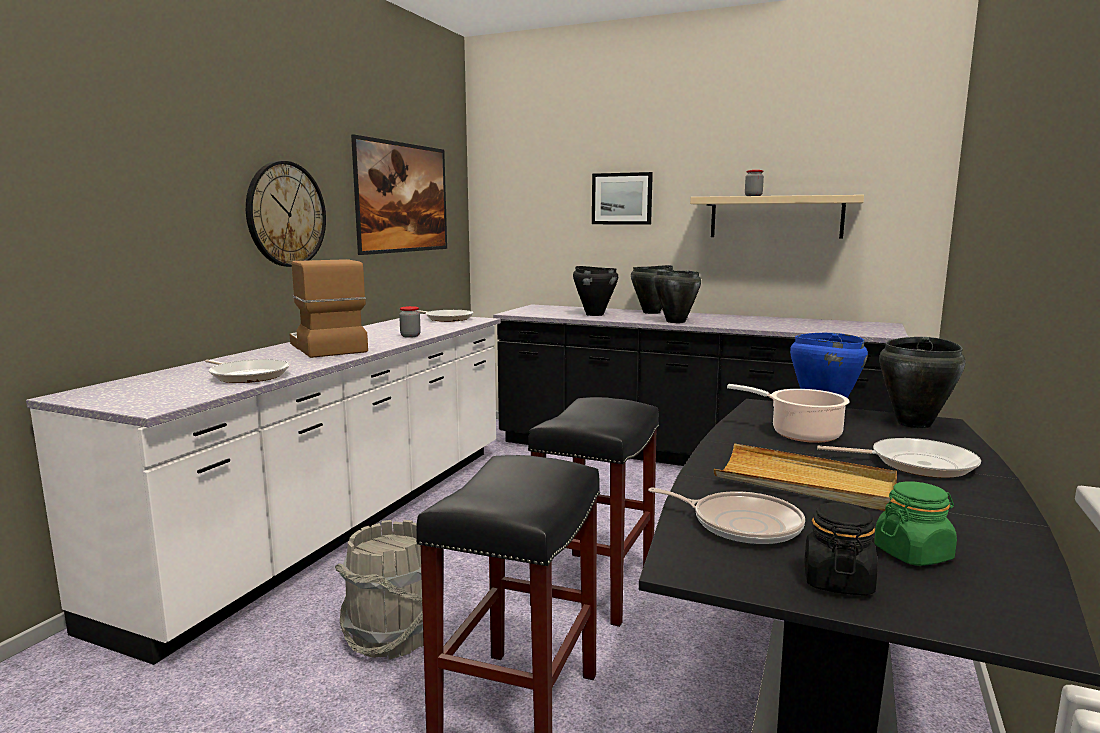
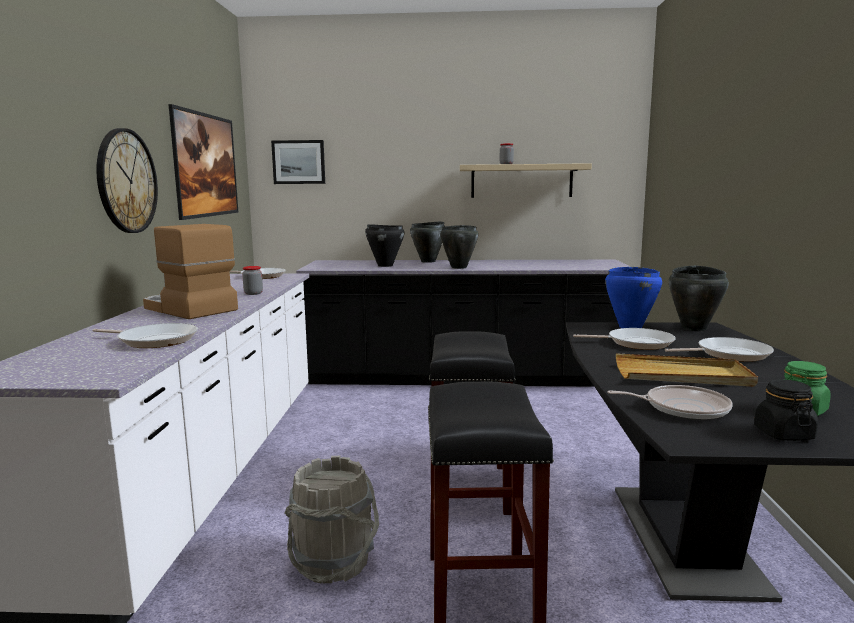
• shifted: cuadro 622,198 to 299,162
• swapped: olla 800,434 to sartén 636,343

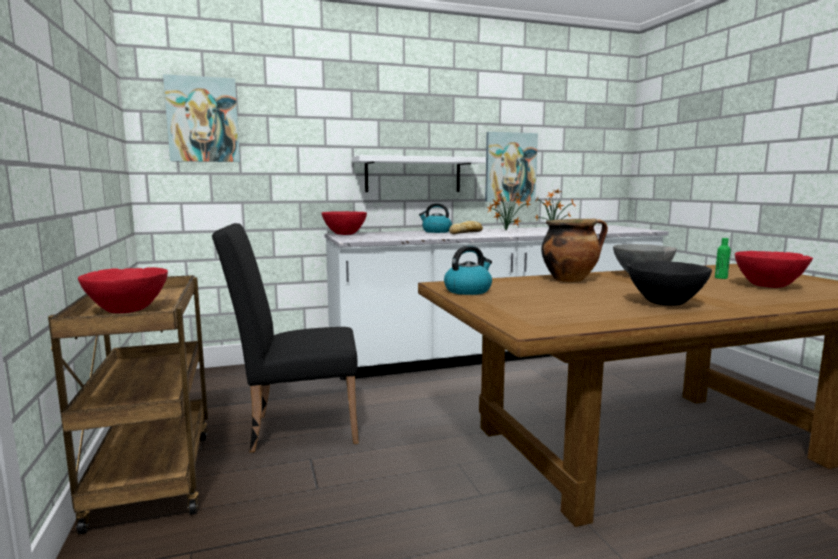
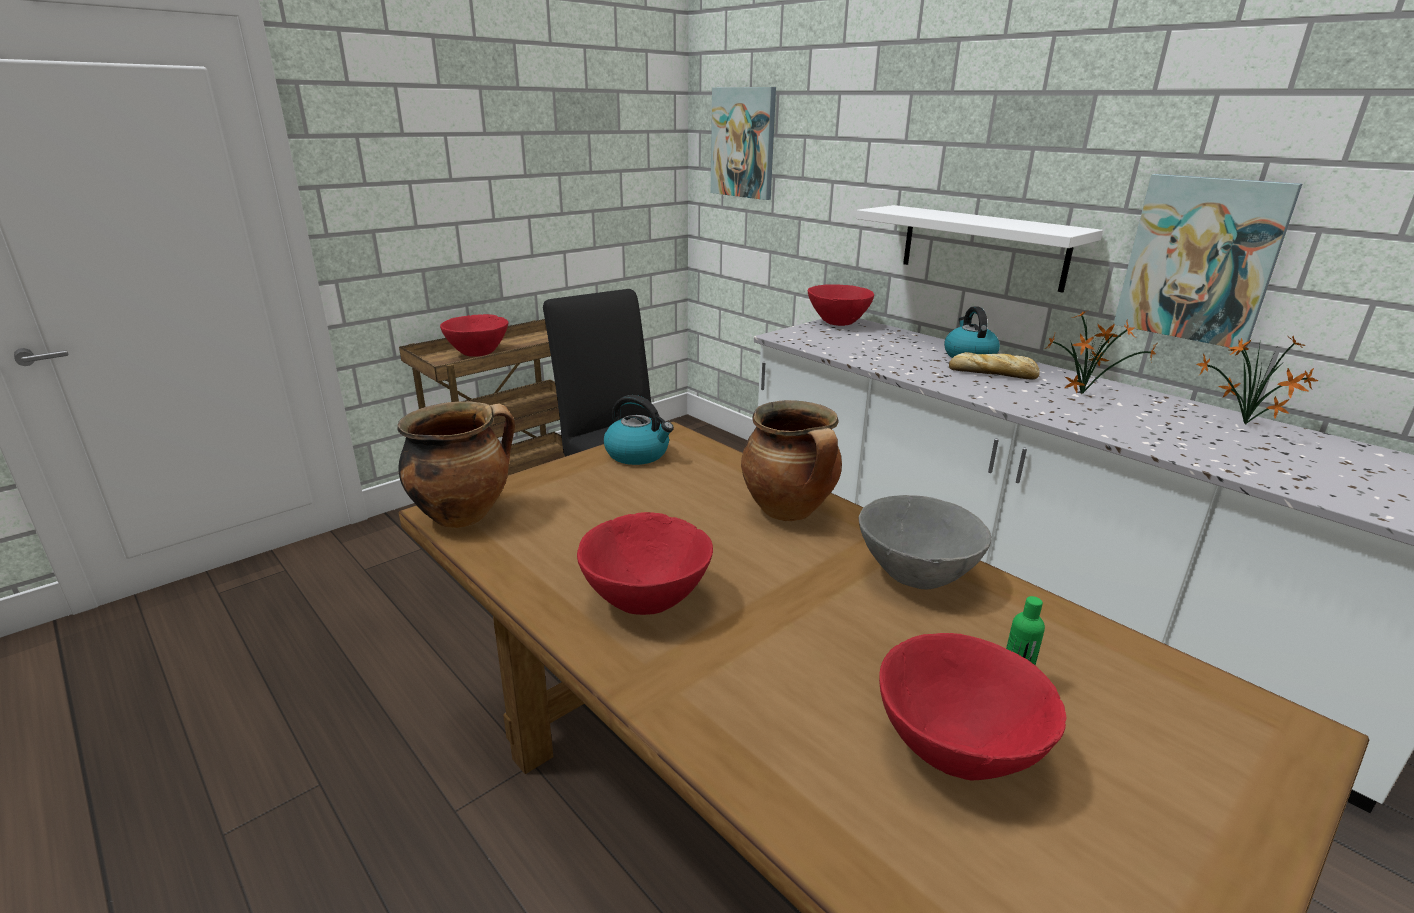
• repainted: cuenco/negro 665,303 to cuenco/rojo 646,601
• new: olla 464,514

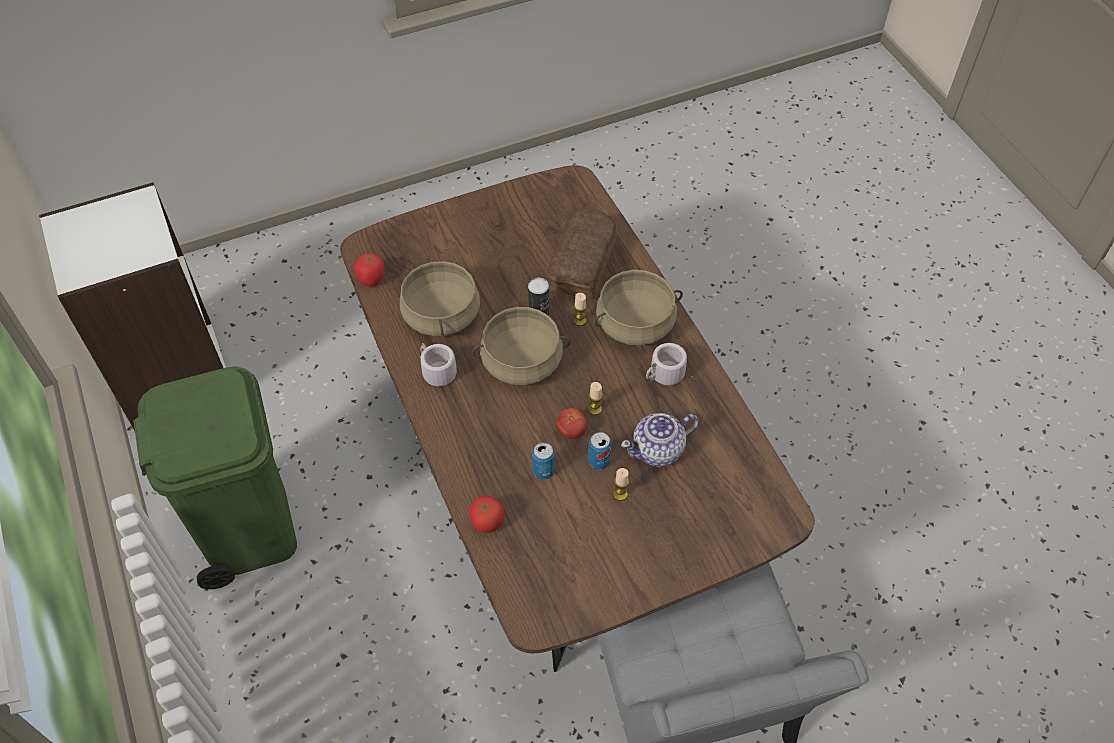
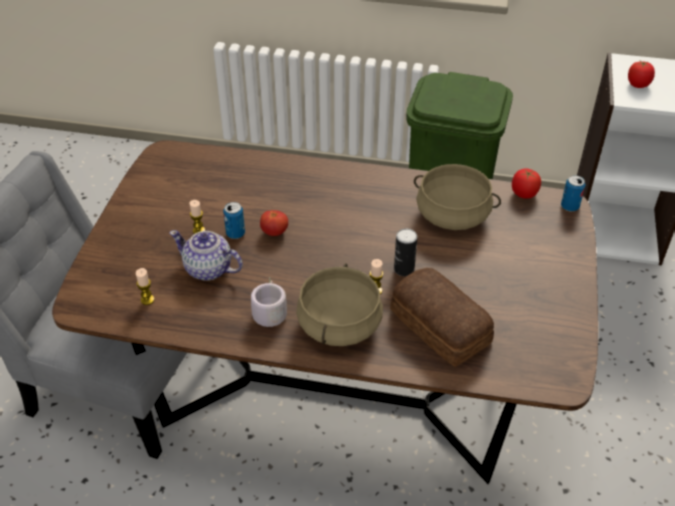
• gone: taza grande/gris 435,372
• shifted: tomate 487,522 to 638,85
• gone: olla/beis 521,362
• shifted: lata 543,471 to 569,206
• shifted: vela 595,409 to 147,300
• rotated: tetera 659,450 = 208,269 75 degrees counterclockwise

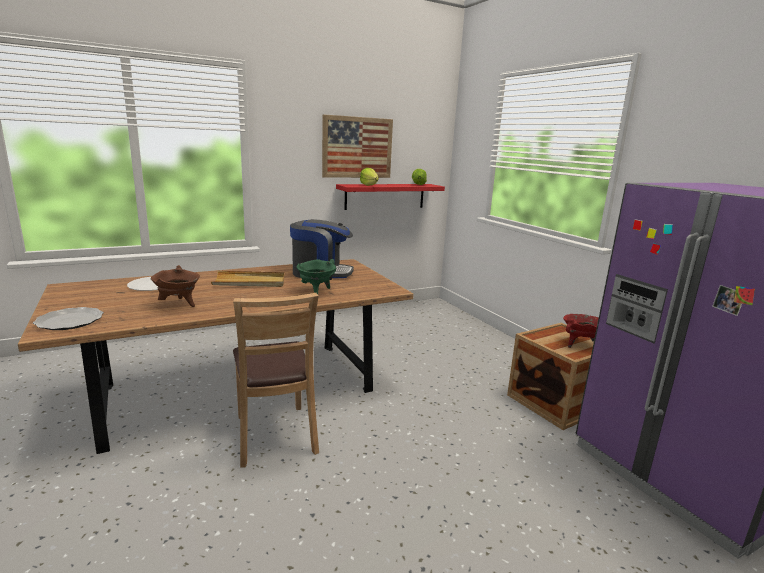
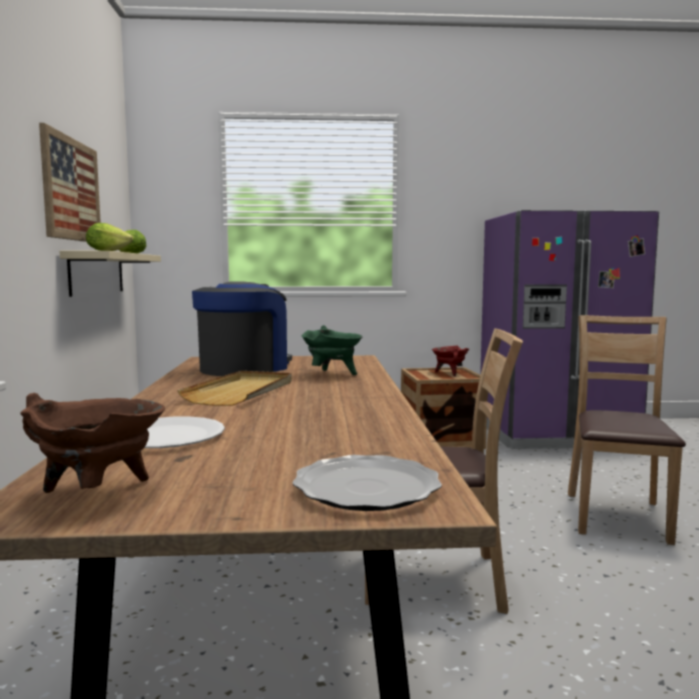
• shifted: olla/marrón 179,304 to 98,494
• repainted: estante/rojo 385,196 to estante/beis 97,273
• new: silla/marrón 617,516

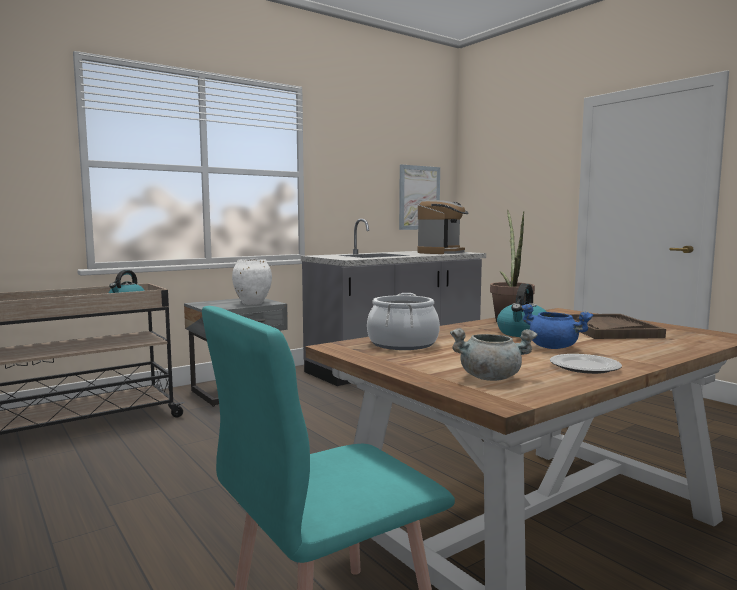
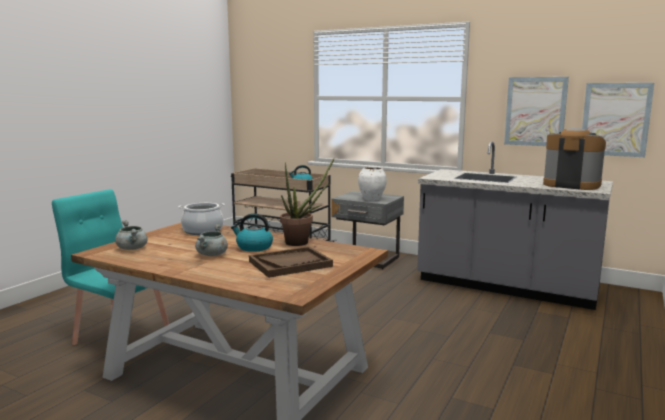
• rotated: cafetera 441,252 = 571,185 150 degrees counterclockwise
• repainted: olla/azul 554,347 to olla/gris 212,255
• gone: plato 584,367
• new: cuadro 535,111

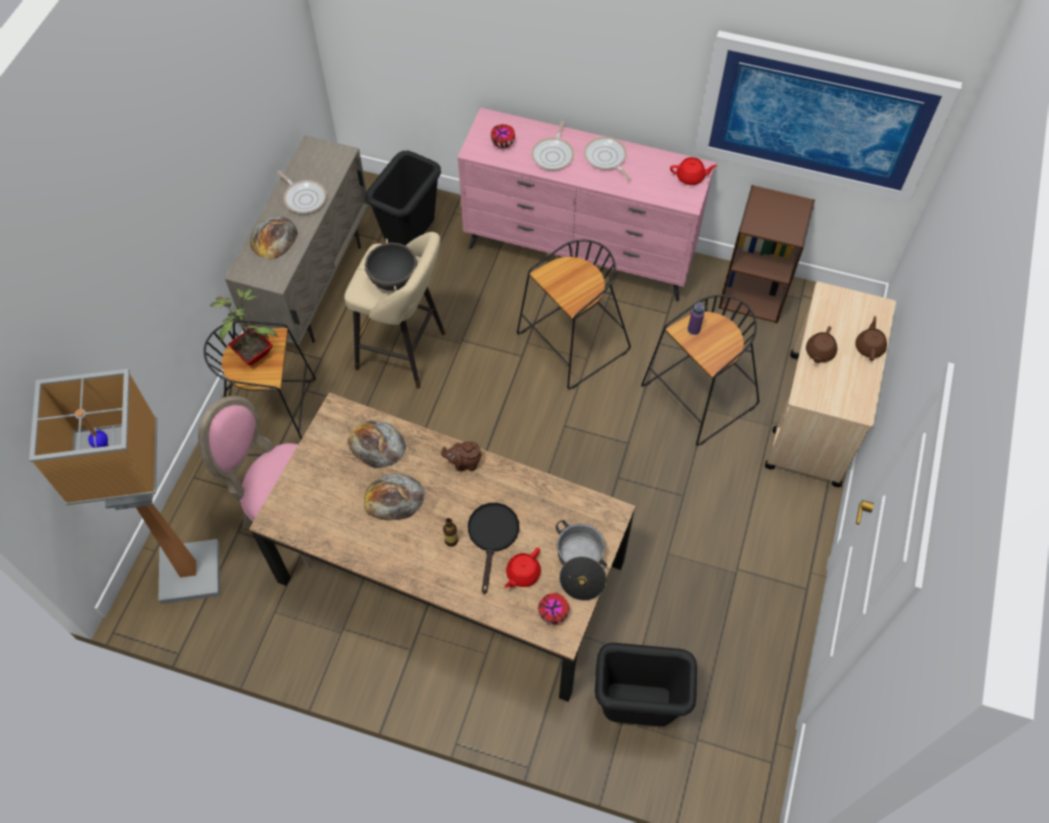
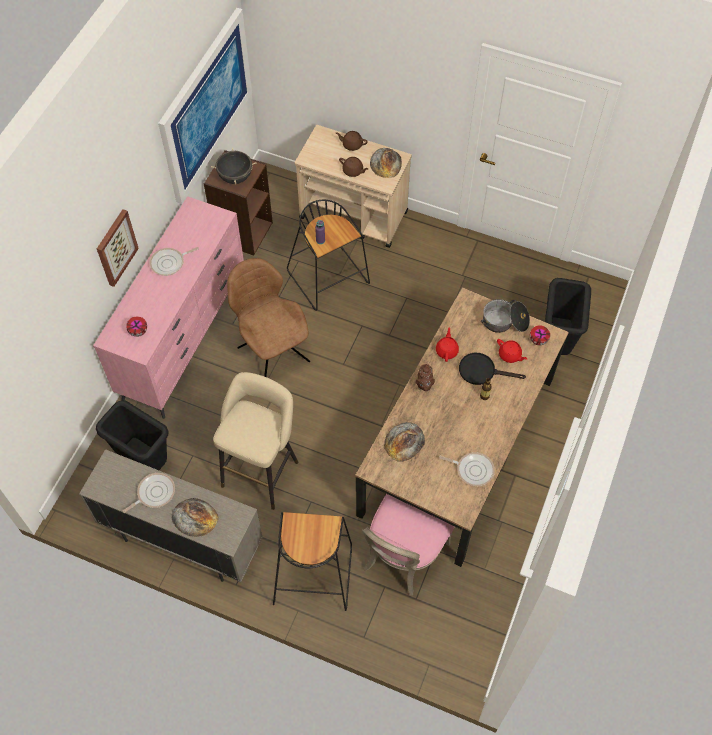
• gone: lámpara de pie 189,571
• gone: planta en maceta 255,353
• shifted: olla/negro 393,280 to 235,177
• shifted: pan 393,497 to 386,163
• swapped: taburete/negro 572,344 to silla/marrón 272,352
• shifted: sartén 553,155 to 472,469
• shifted: tetera/rojo 690,177 to 447,350
• new: cuadro 116,247

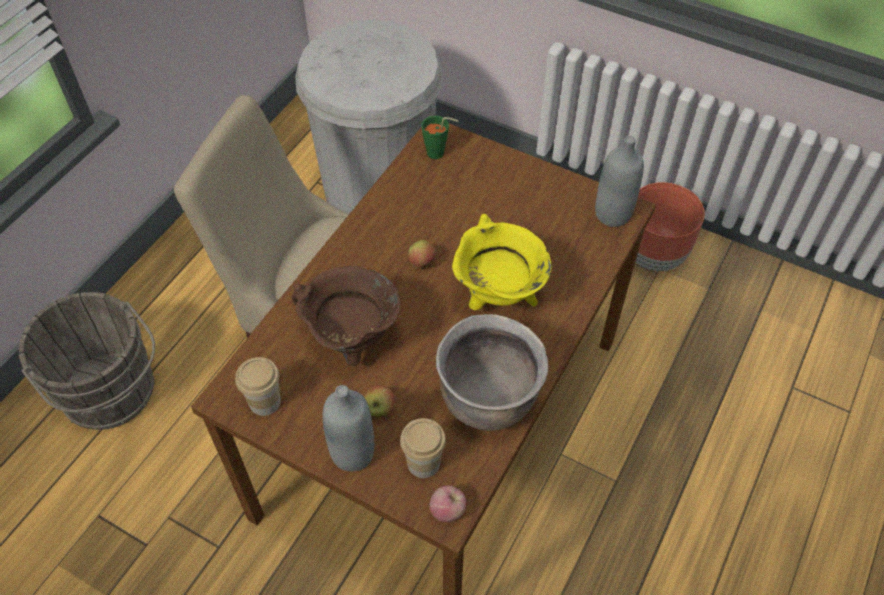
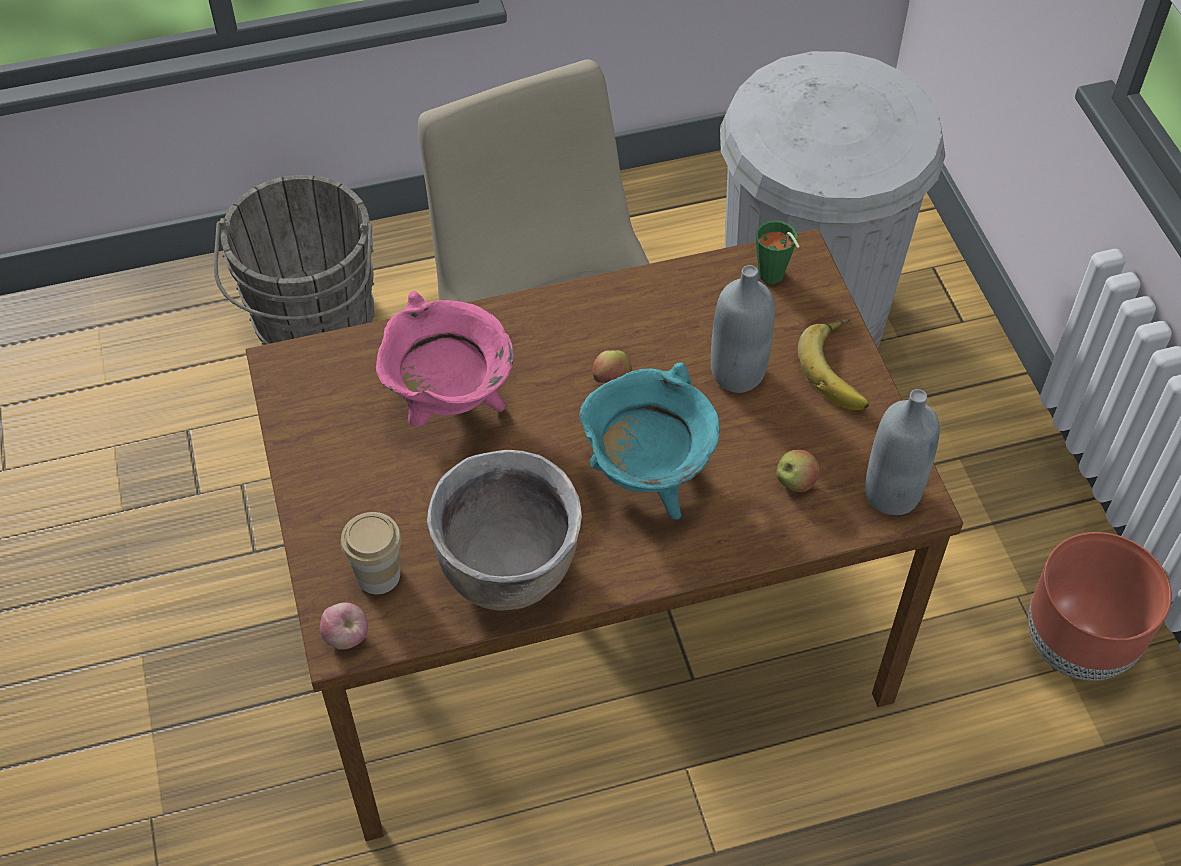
• gone: taza 265,402
• repainted: olla/marrón 352,341 to olla/rosa 450,405
• shifted: botella/gris 353,453 to 737,373
• shifted: manzana 379,409 to 795,482
• repainted: olla/amarillo 498,297 to olla/turquesa 648,479
• new: plátano 842,369

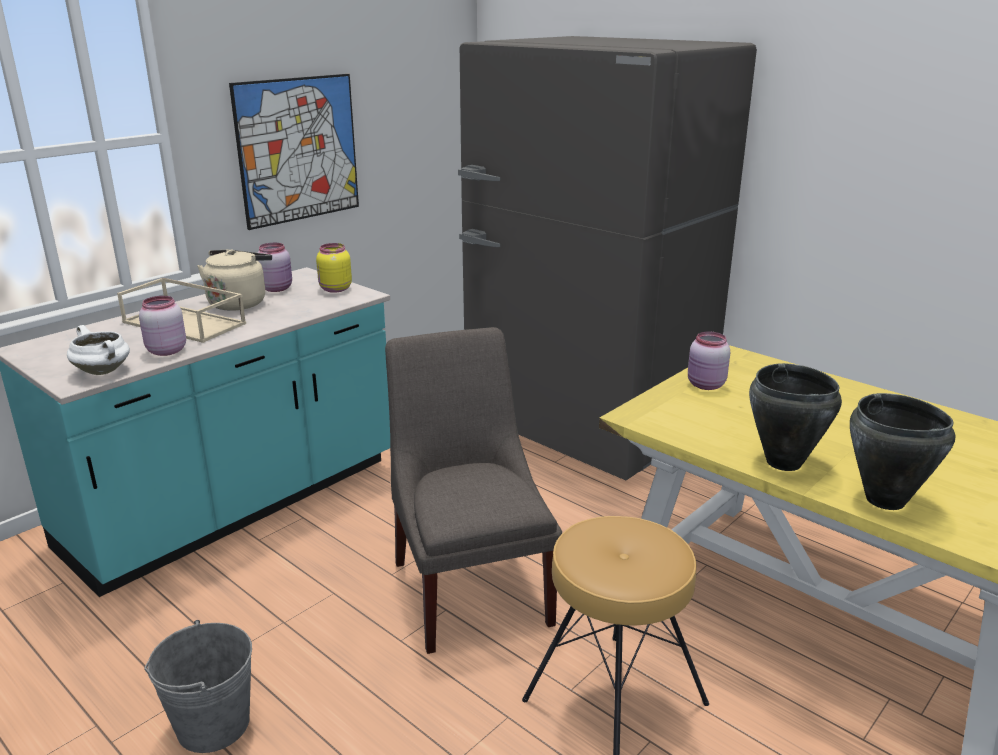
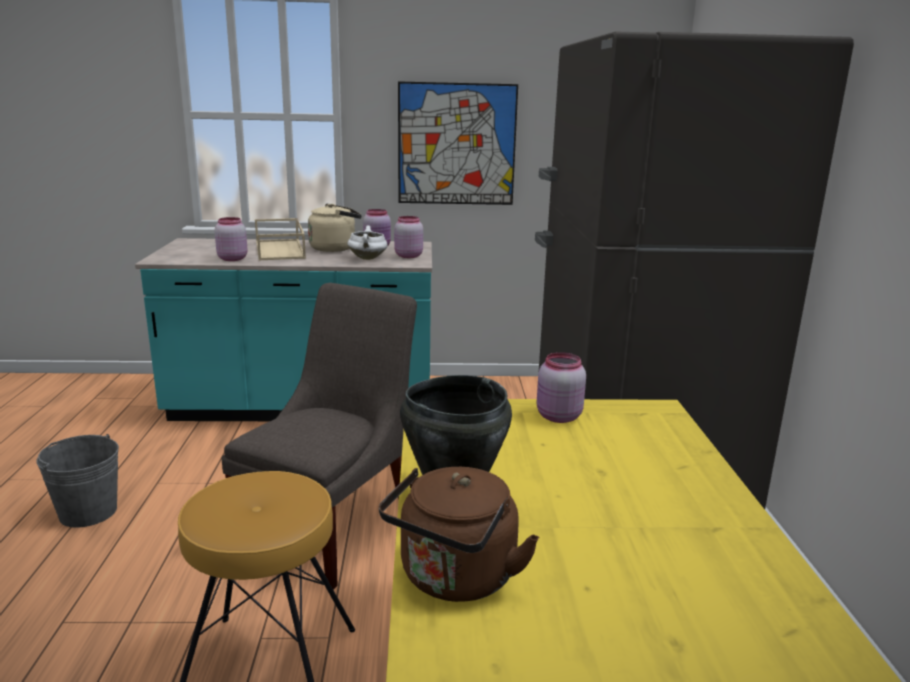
• shifted: olla/blanco 104,371 to 368,258
• repainted: tarro/amarillo 334,289 to tarro/rosa 407,256
• swapped: olla/negro 885,500 to hervidor/marrón 455,579

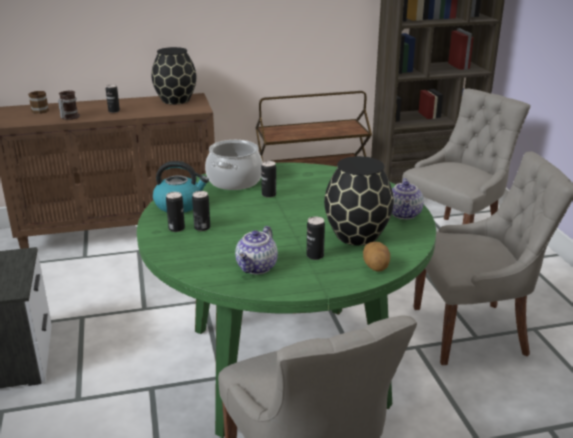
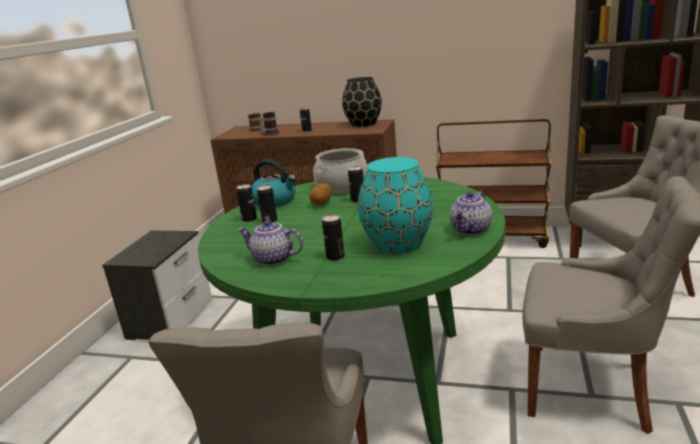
• rotated: tetera 257,268 = 272,259 60 degrees clockwise
• repainted: florero/negro 356,235 to florero/turquesa 397,243
• shifted: patata 376,267 to 322,203

